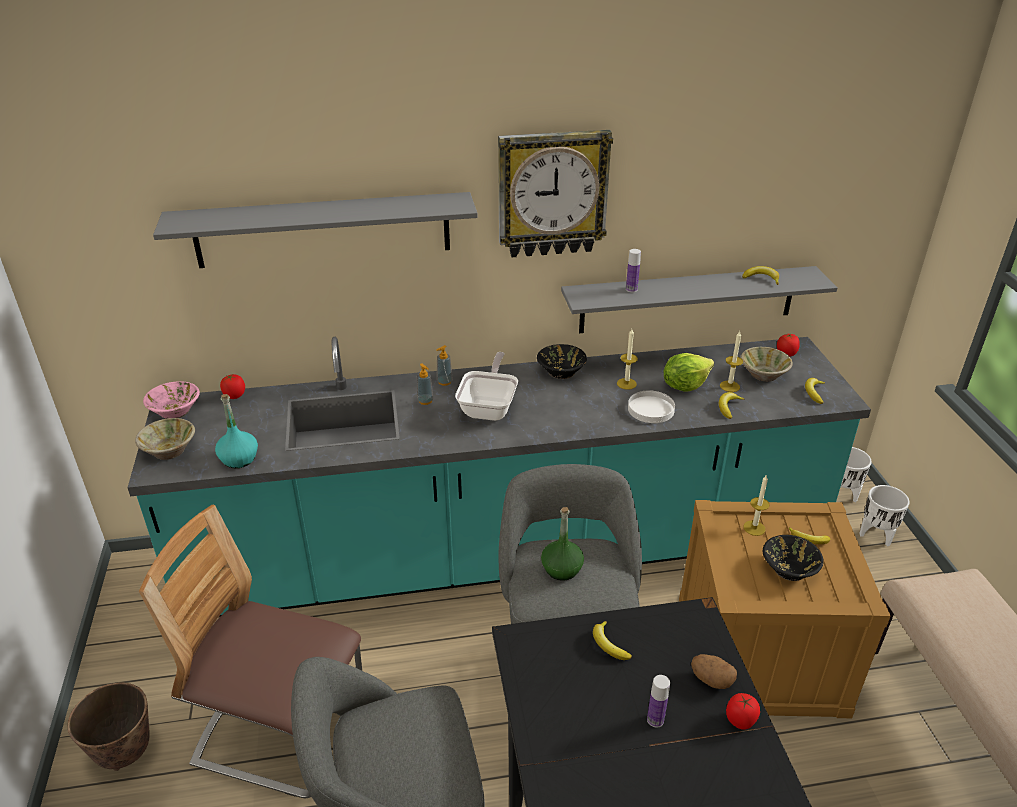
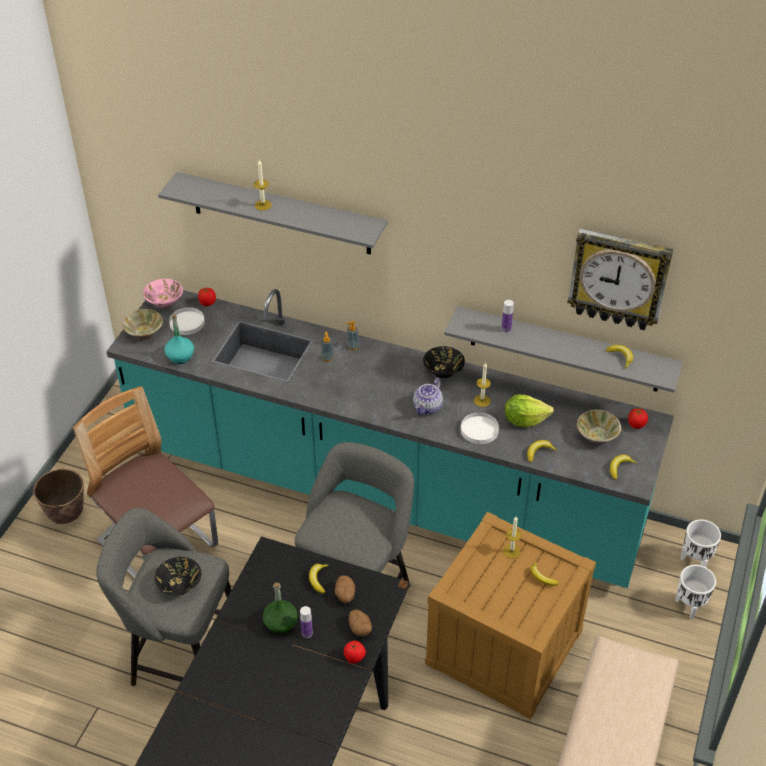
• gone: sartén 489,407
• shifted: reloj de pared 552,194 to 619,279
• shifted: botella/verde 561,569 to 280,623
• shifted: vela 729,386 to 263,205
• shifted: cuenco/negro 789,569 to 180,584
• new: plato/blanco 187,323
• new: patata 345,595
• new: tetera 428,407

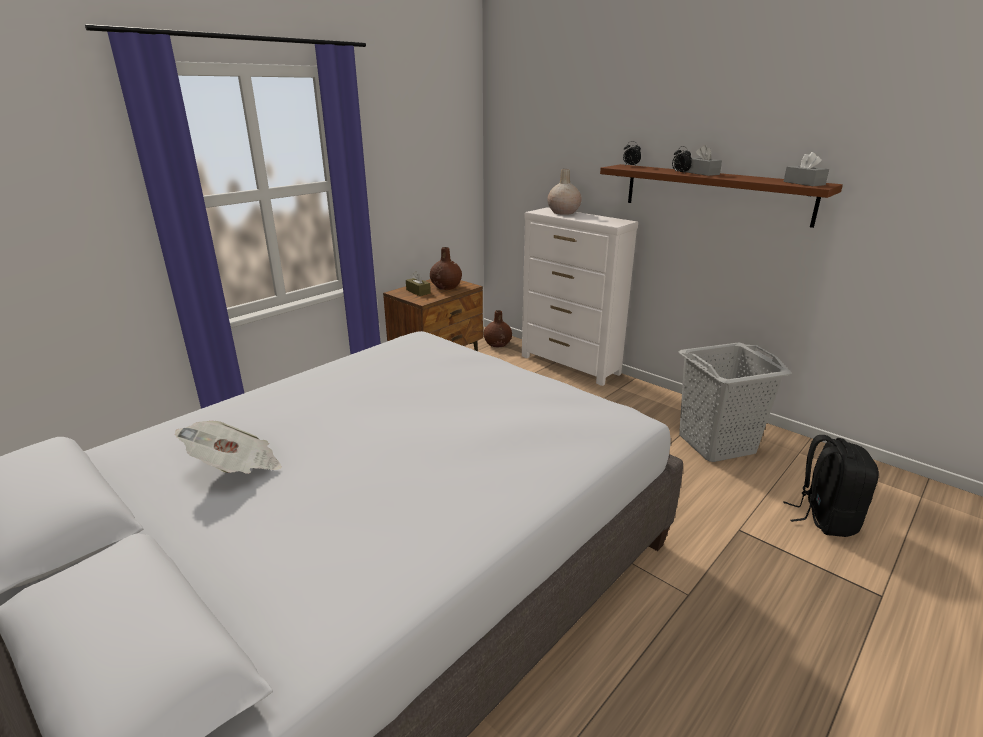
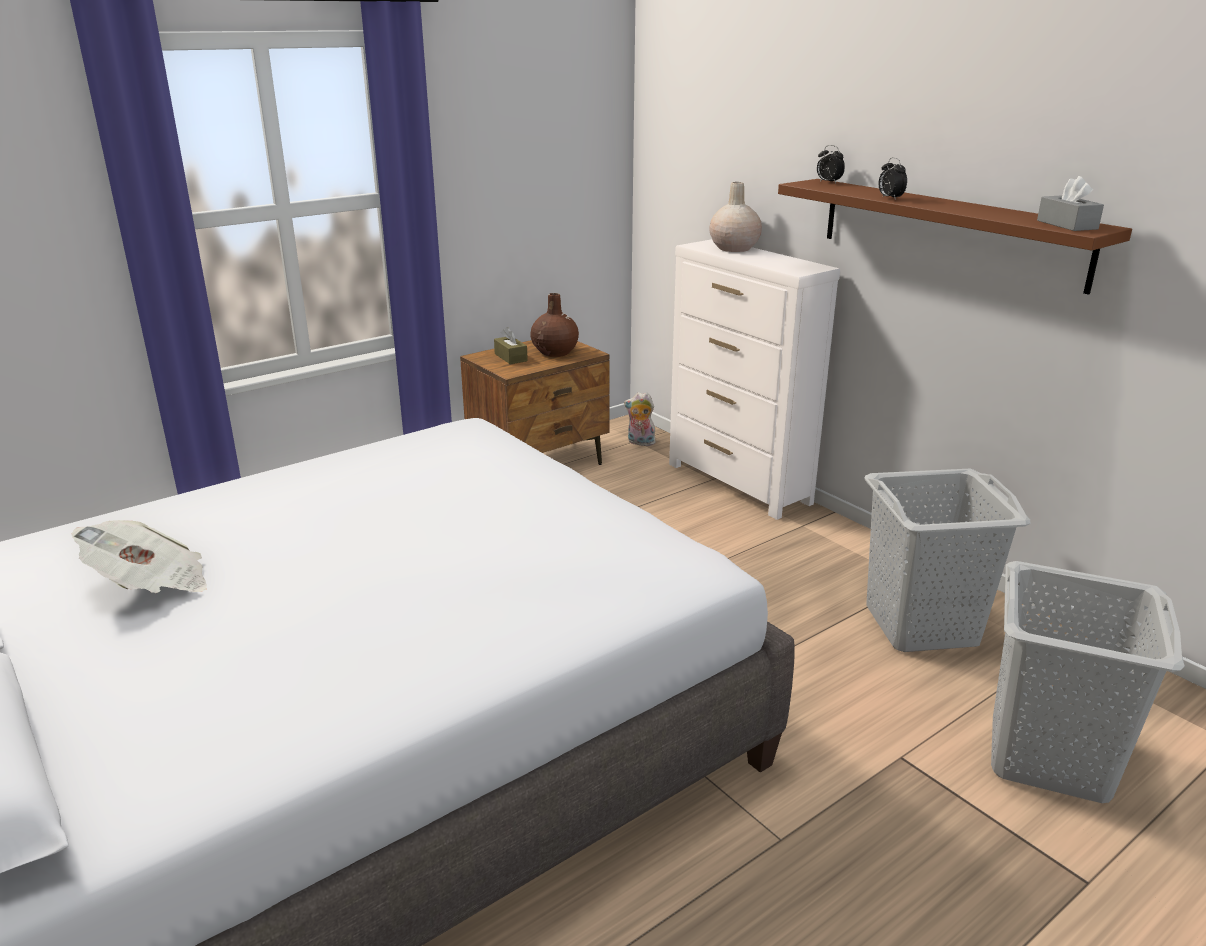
• swapped: florero/marrón 498,344 to peluche 640,443
• gone: caja de pañuelos/gris 702,173
• swapped: mochila/negro 824,518 to cesto de la ropa/gris 1047,756

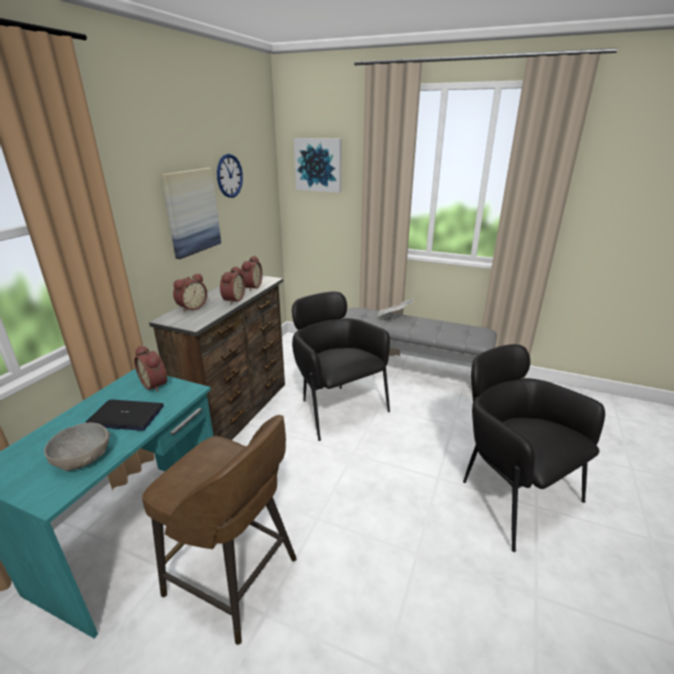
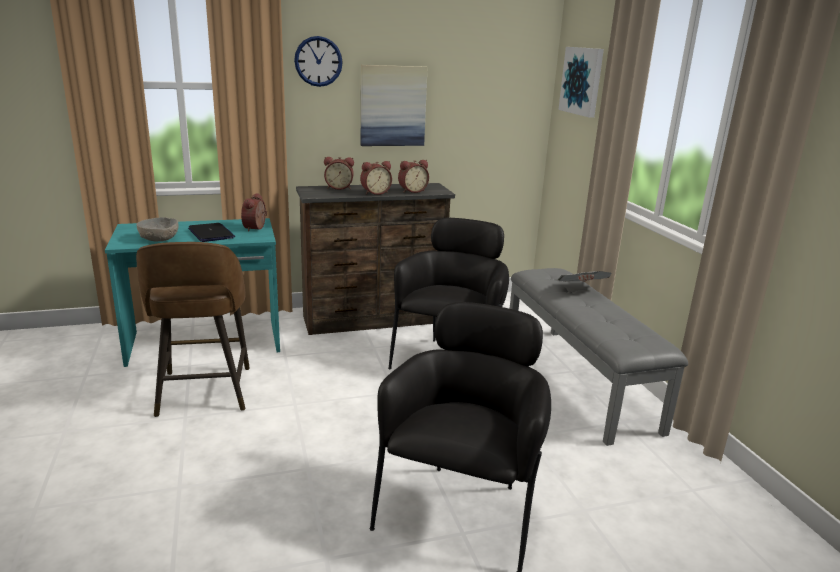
• shifted: reloj de pared 229,176 to 318,61

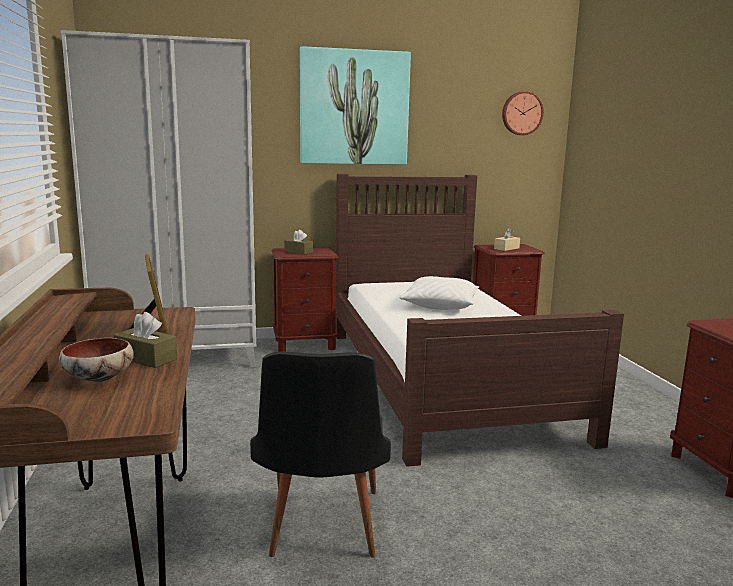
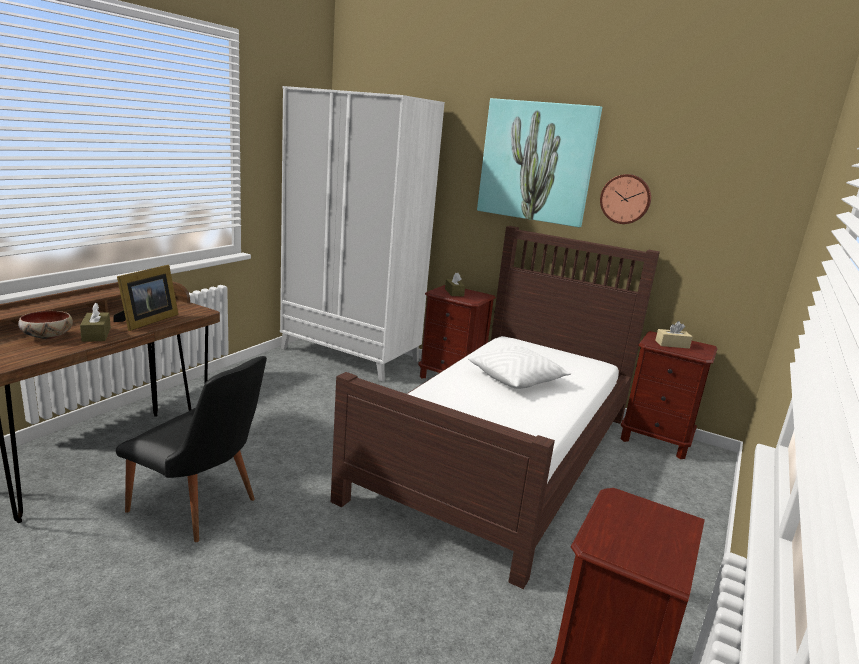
• rotated: silla/negro 321,530 = 200,509 105 degrees counterclockwise
• shifted: reloj de pared 521,113 to 625,199

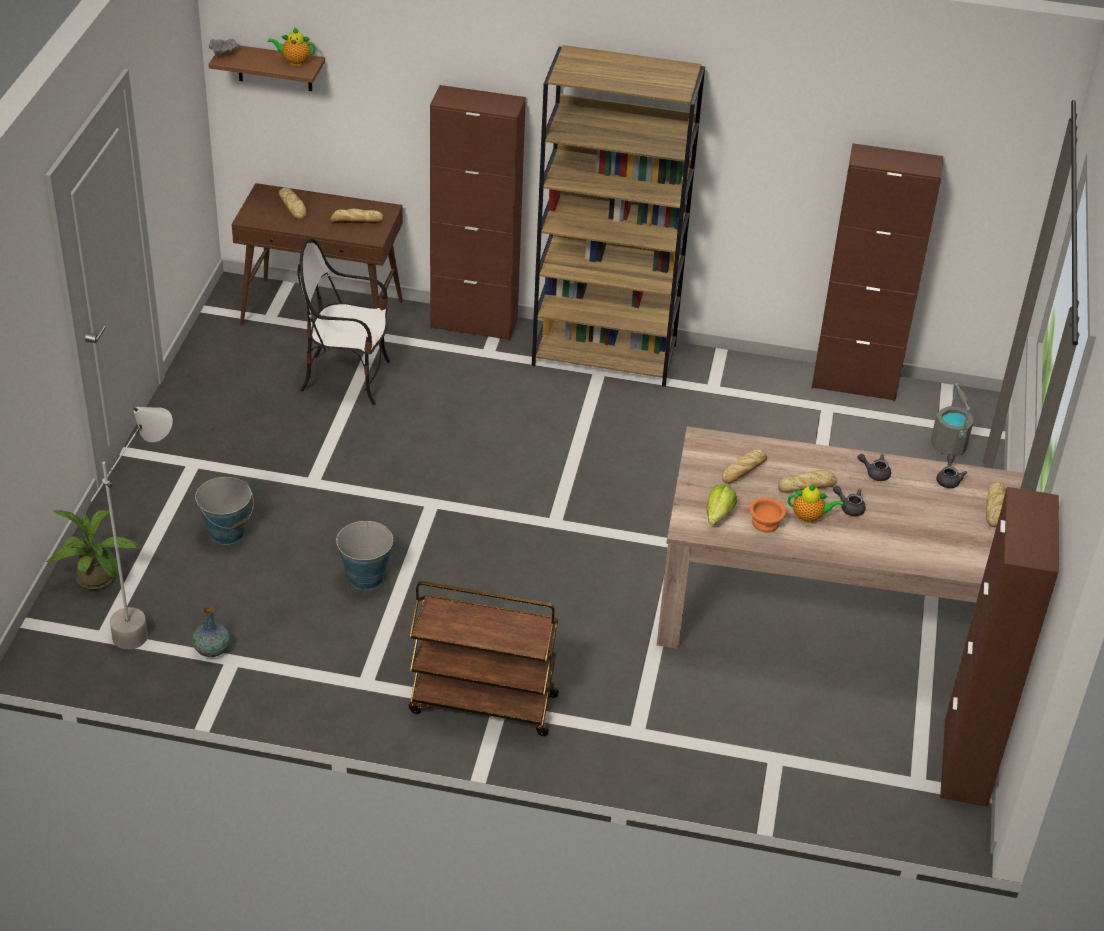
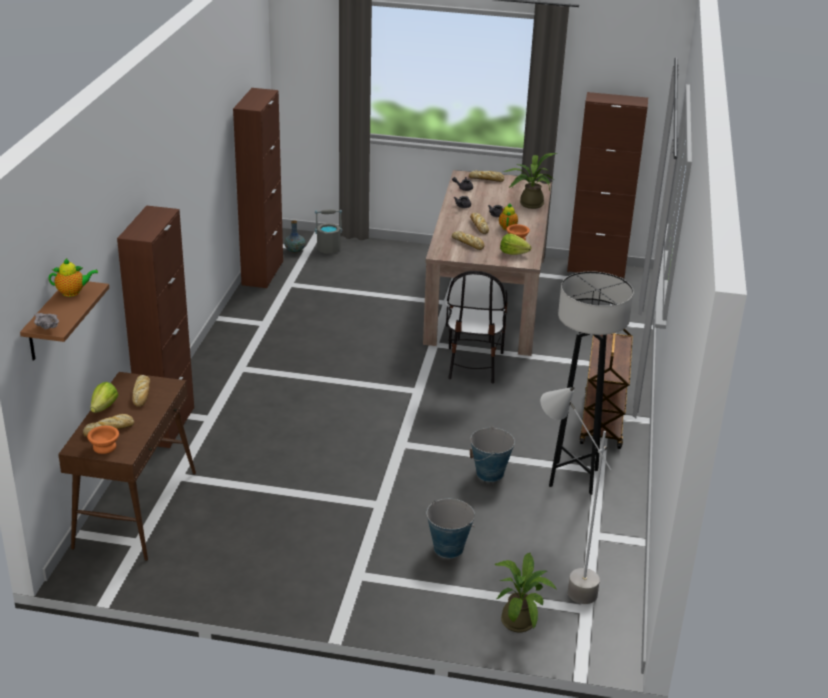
• shifted: florero 212,650 to 295,250
• rotated: tetera 294,61 = 73,292 105 degrees counterclockwise
• shifted: silla 347,377 to 473,364
• gone: estantería/marrón 605,355
• new: cuenco/naranja 104,446
• new: lechuga 104,407
• new: planta en maceta 528,204
• new: lámpara de pie/negro 573,478

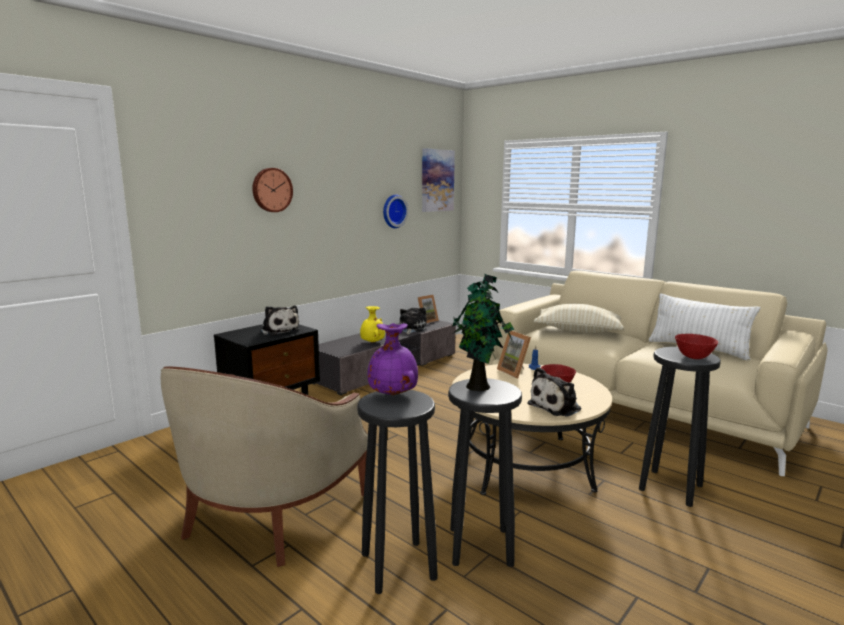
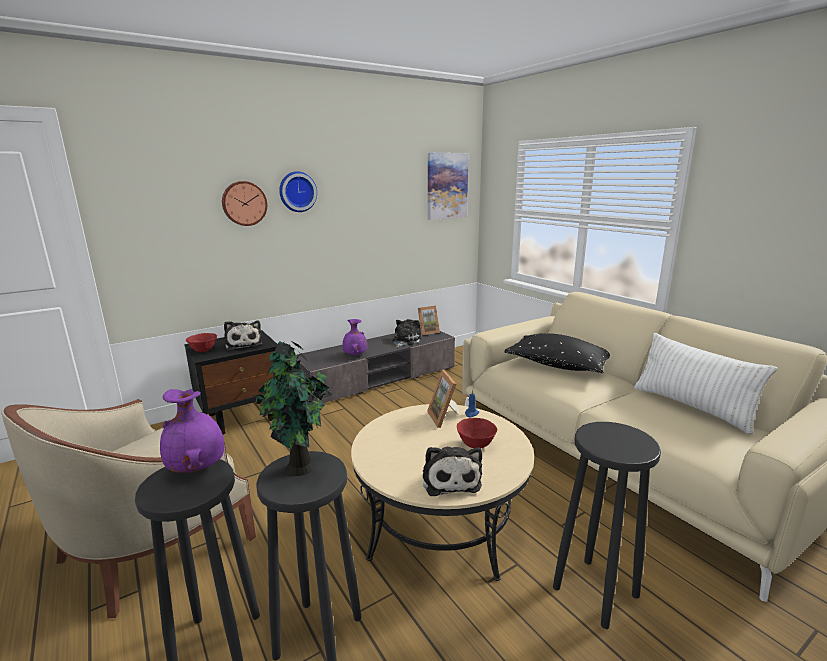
• repainted: florero/amarillo 372,342 to florero/morado 354,355
• shifted: reloj de pared 393,211 to 297,191
• rotated: peluche 557,406 = 450,479 75 degrees counterclockwise
• repainted: cojín/beis 578,331 to cojín/negro 558,365
• shifted: cuenco/rojo 694,357 to 204,350

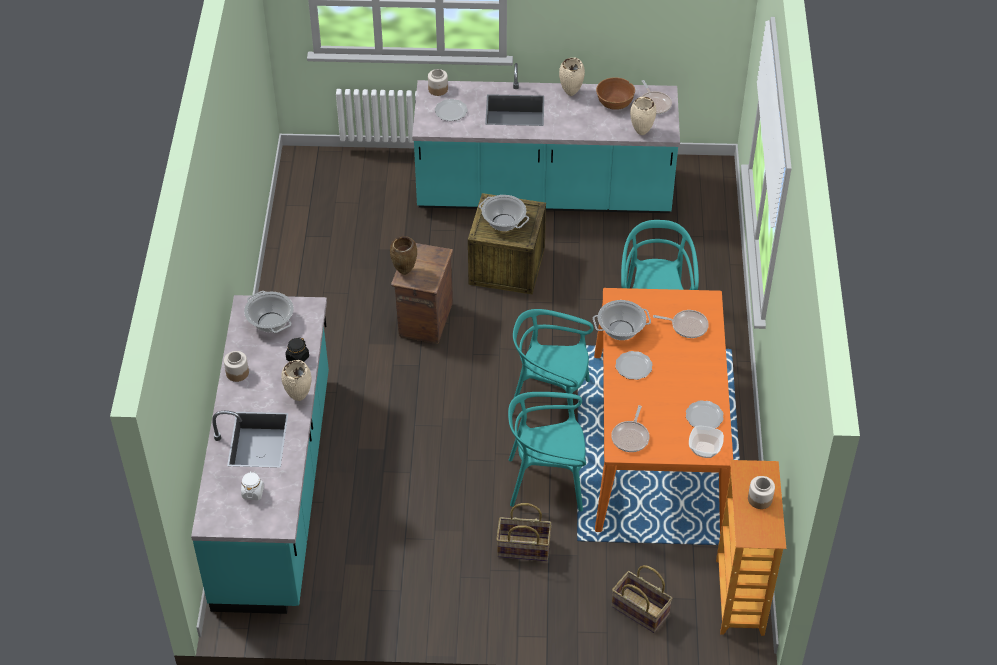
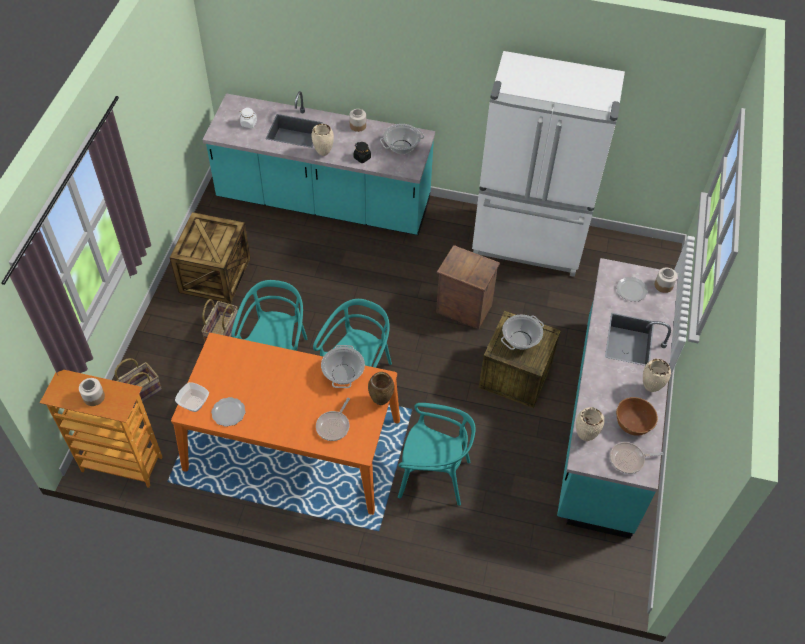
• shifted: florero/marrón 404,272 to 380,401
• gone: sartén 631,437
• gone: plato 633,367
• new: caja de embalaje 216,275
• new: nevera/blanco 528,243

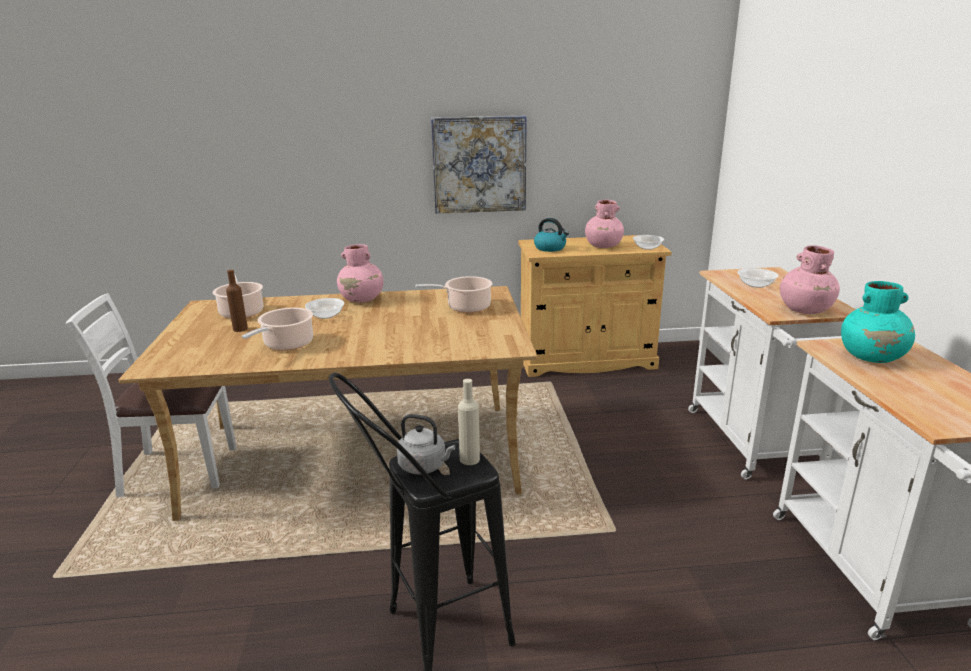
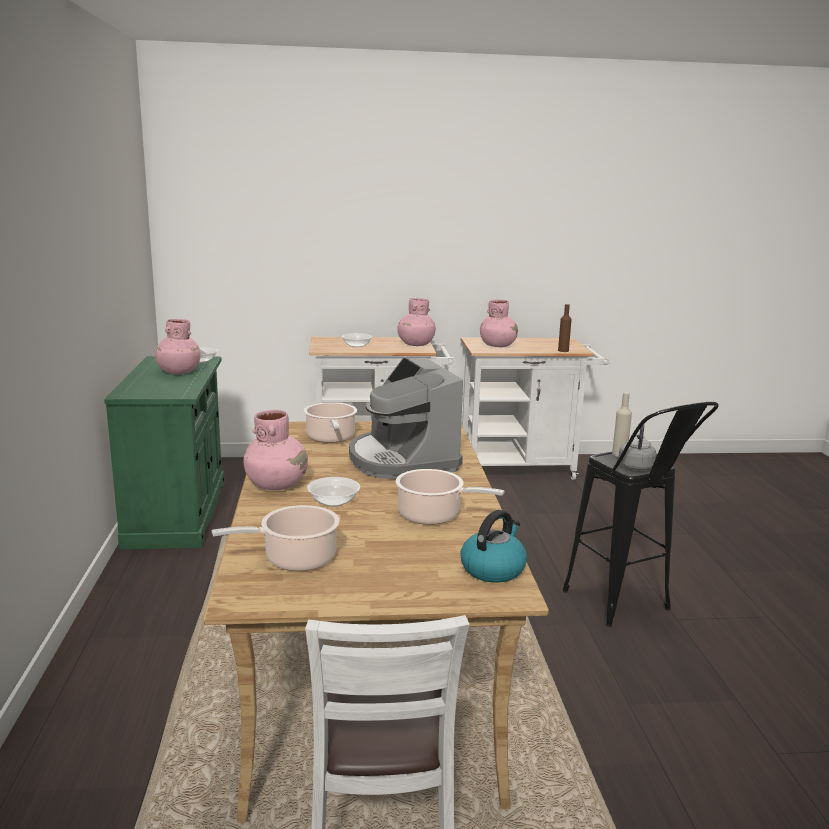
• shifted: botella/marrón 240,329 to 563,350
• gone: cuadro 479,164
• repainted: armario/beis 586,360 to armario/verde 177,513
• shifted: hervidor 550,248 to 493,569
• repainted: florero/turquesa 872,357 to florero/rosa 498,346
• new: cafetera 402,460

